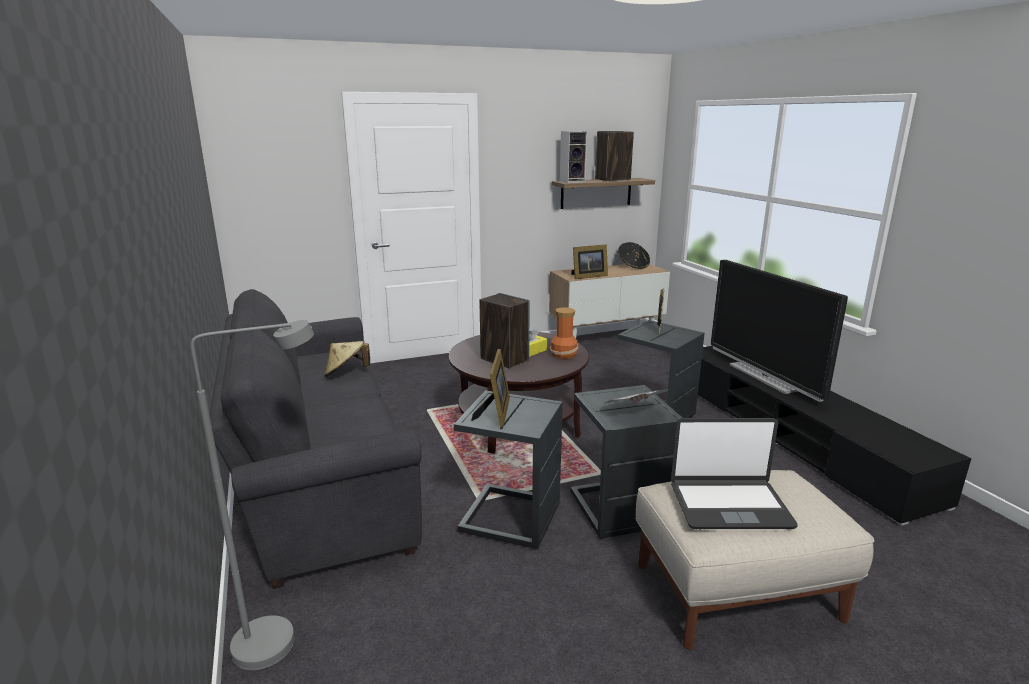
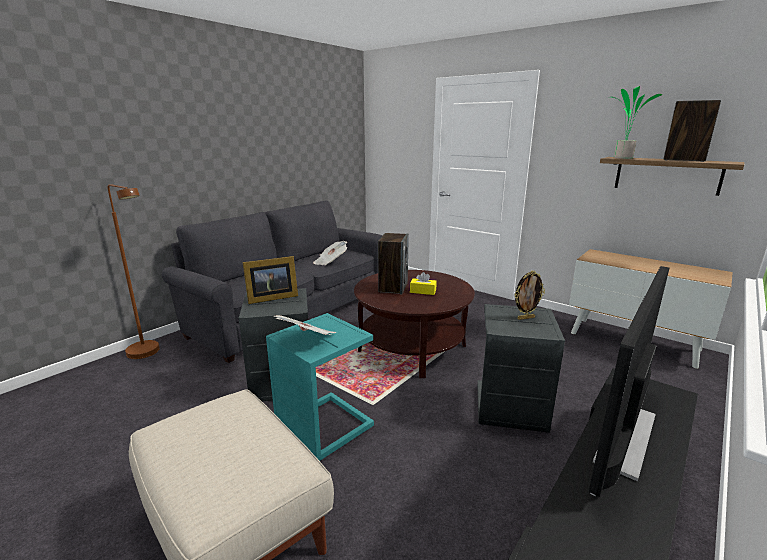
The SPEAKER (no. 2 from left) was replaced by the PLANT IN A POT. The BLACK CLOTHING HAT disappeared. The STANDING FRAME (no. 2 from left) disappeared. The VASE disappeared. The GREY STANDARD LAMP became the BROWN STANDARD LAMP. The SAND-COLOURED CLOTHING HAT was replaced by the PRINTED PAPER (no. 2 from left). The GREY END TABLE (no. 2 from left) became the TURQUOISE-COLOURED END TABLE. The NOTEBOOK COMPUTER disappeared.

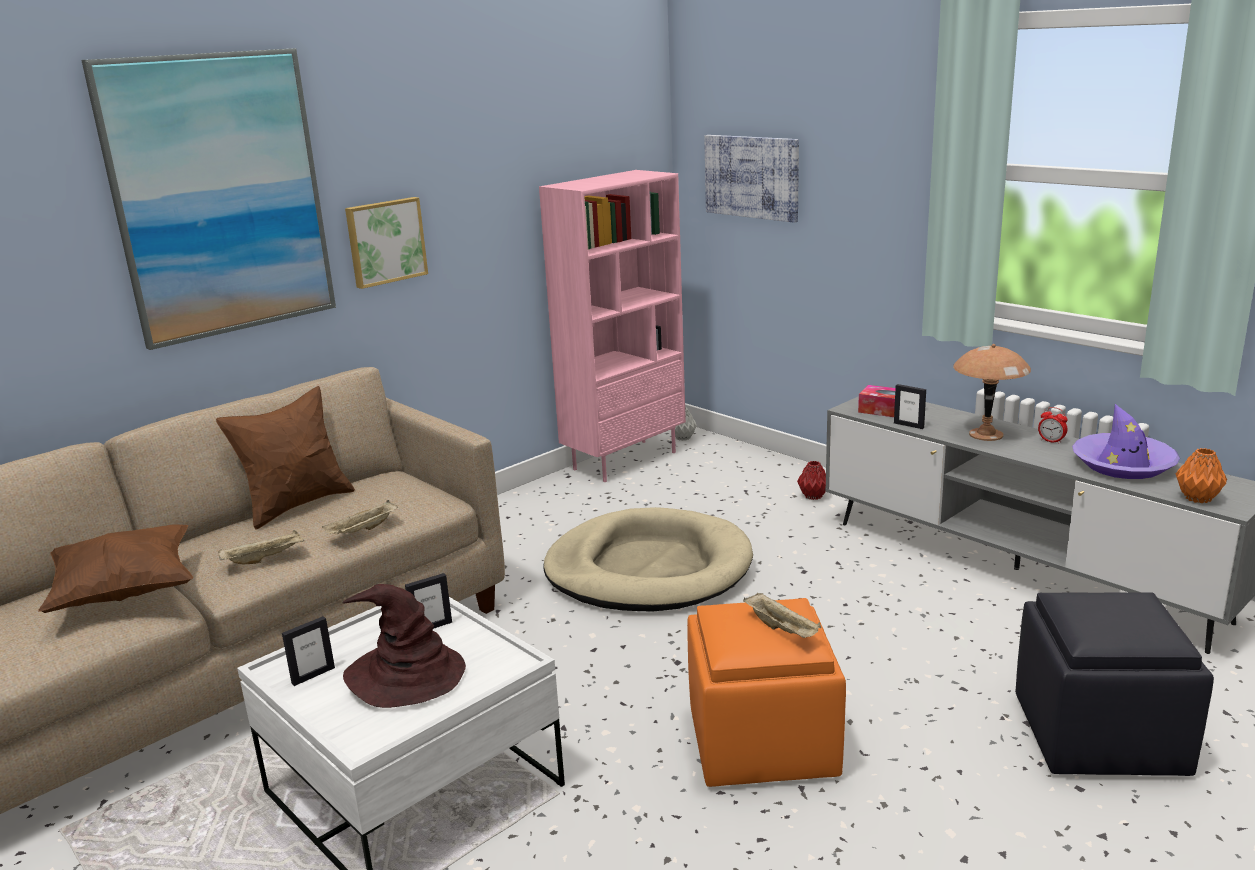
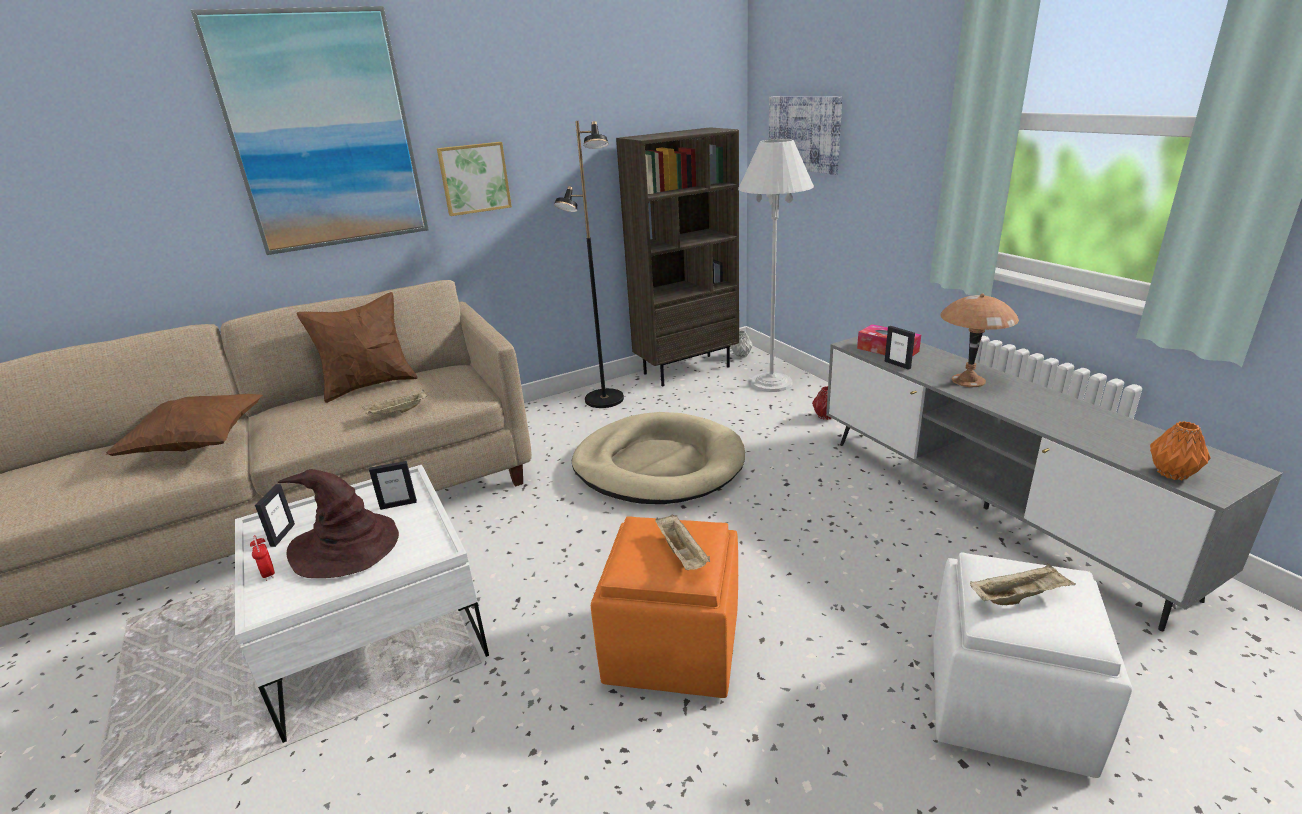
The PINK SHELVING UNIT became the BROWN SHELVING UNIT. The PURPLISH CLOTHING HAT disappeared. The BEDSIDE CLOCK moved. The SAND-COLOURED CARRYING TRAY (no. 1 from left in the first image) moved. The BLACK POUFFE became the WHITE POUFFE. The STANDING FRAME (no. 1 from left) turned 60 degrees counterclockwise. The BLACK STANDARD LAMP appeared. The WHITE STANDARD LAMP appeared.

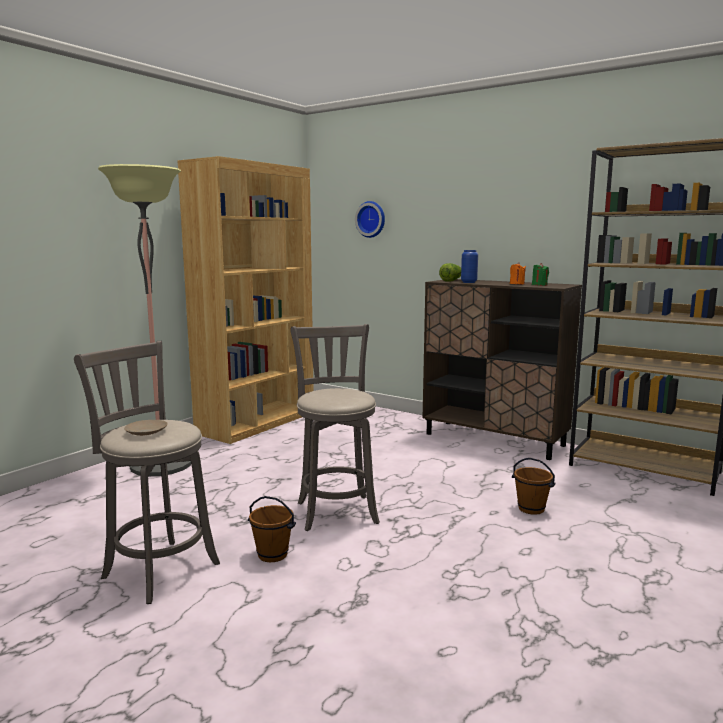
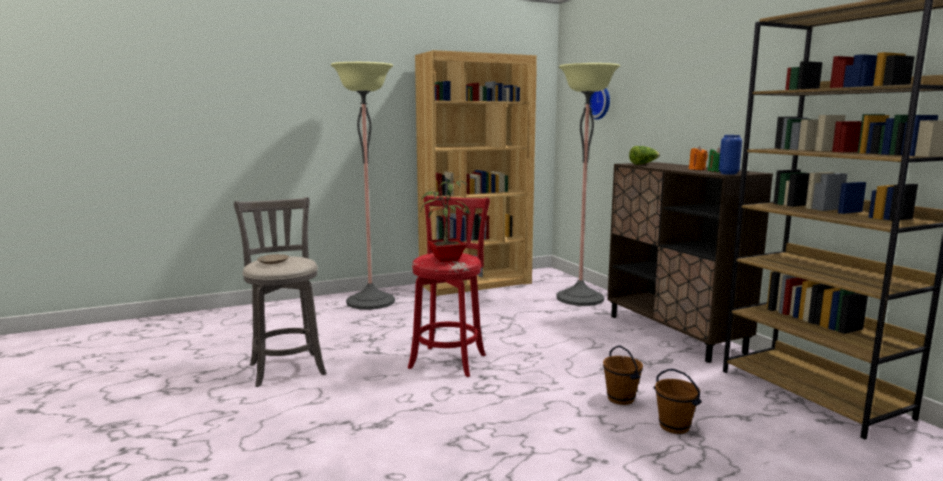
The BLUE VASE moved. The GREY STOOL SEAT (no. 2 from left) became the REDDISH STOOL SEAT. The BROWN PAIL (no. 1 from left in the first image) moved. The STANDARD LAMP (no. 2 from left) appeared. The PLANT IN A POT appeared.

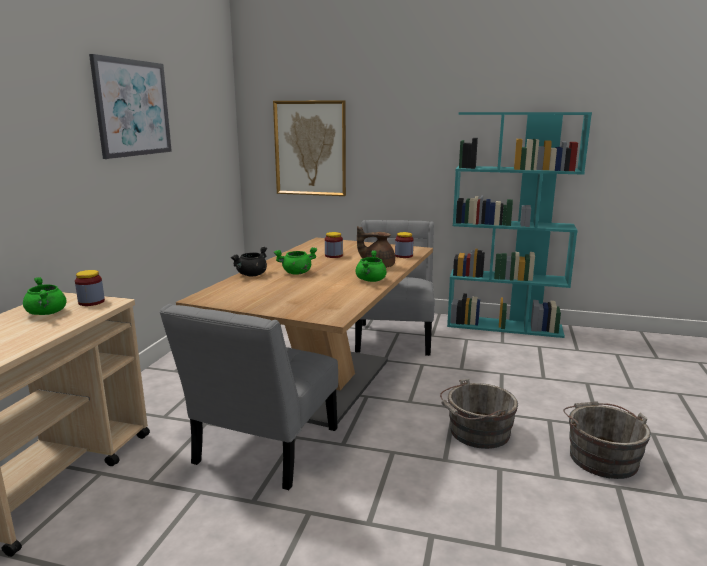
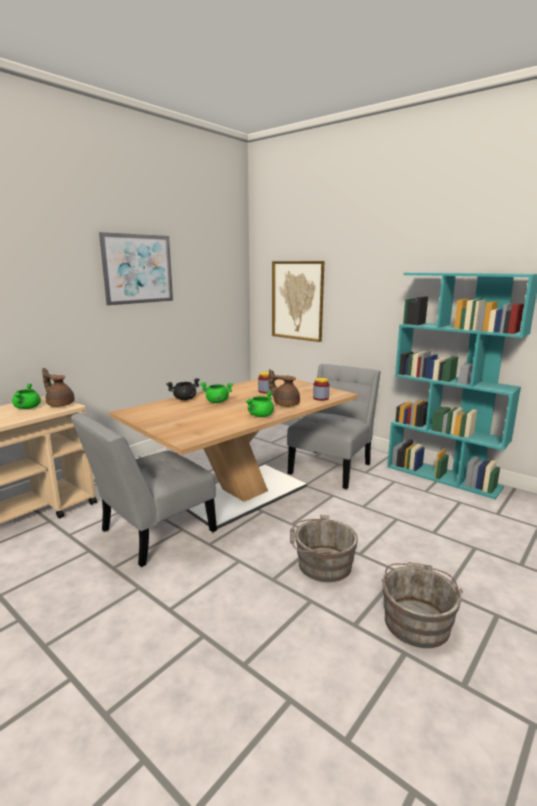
The JAR (no. 1 from left) was replaced by the BROWN TEAPOT (no. 1 from left).

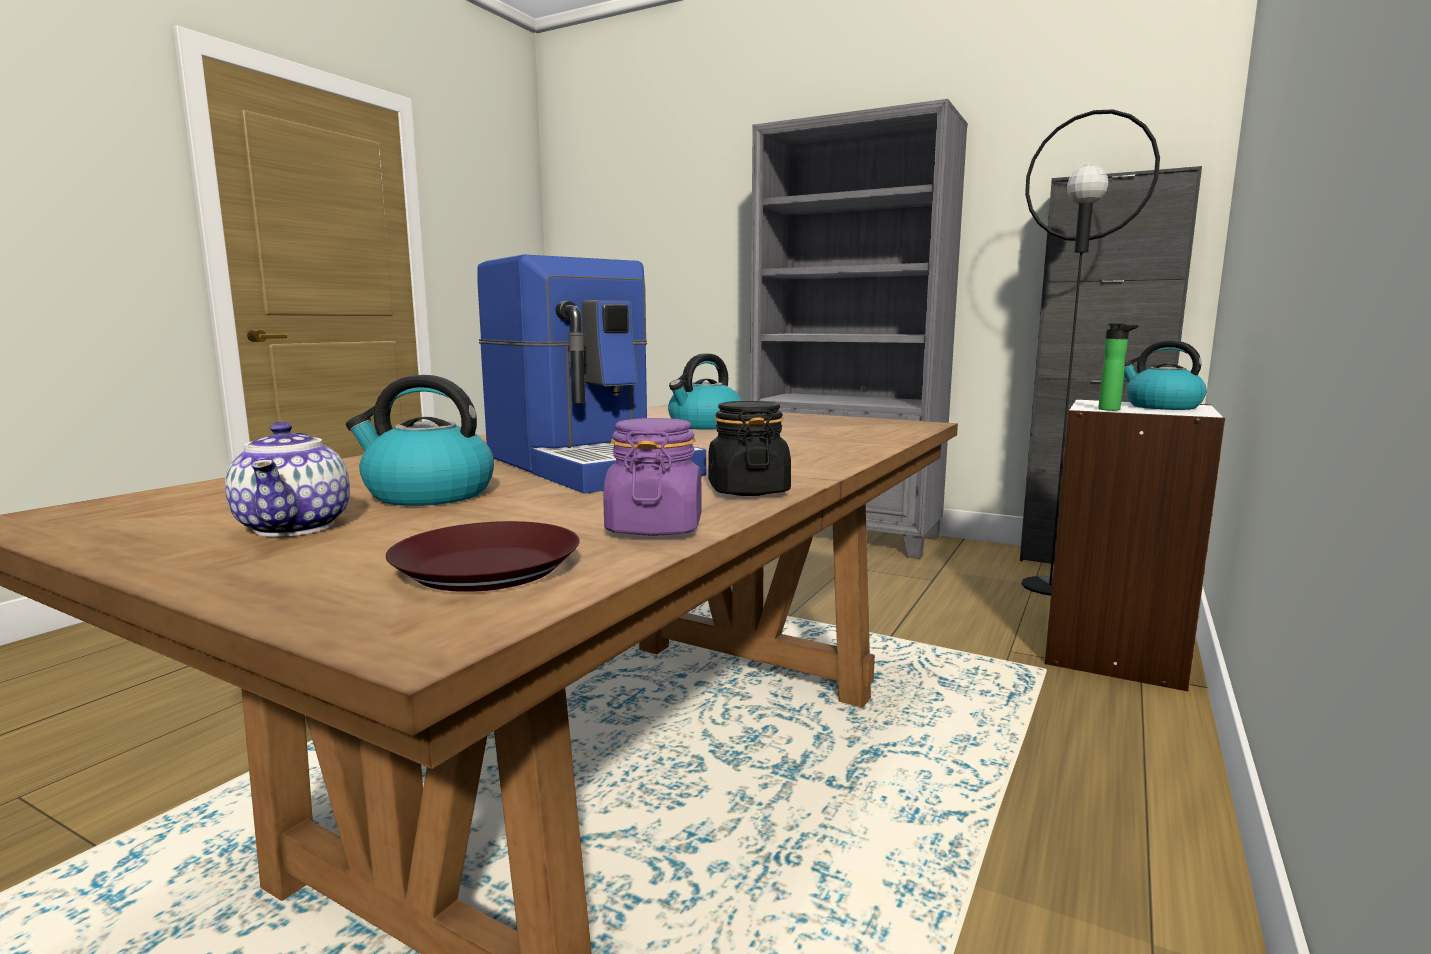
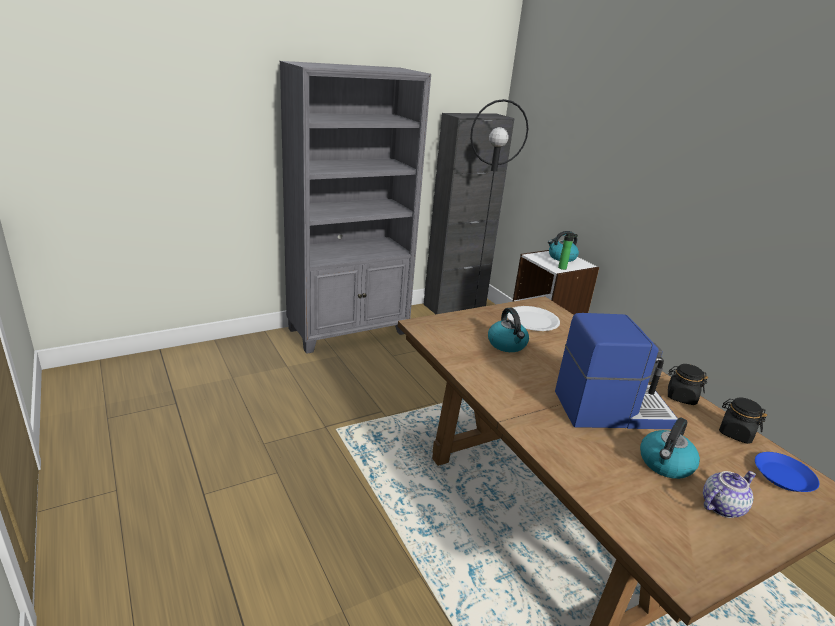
The PURPLISH JAR became the BLACK JAR (no. 2 from left). The TEAPOT turned 45 degrees counterclockwise. The BROWN FLAT DISH became the BLUE FLAT DISH. The WHITE FLAT DISH appeared.

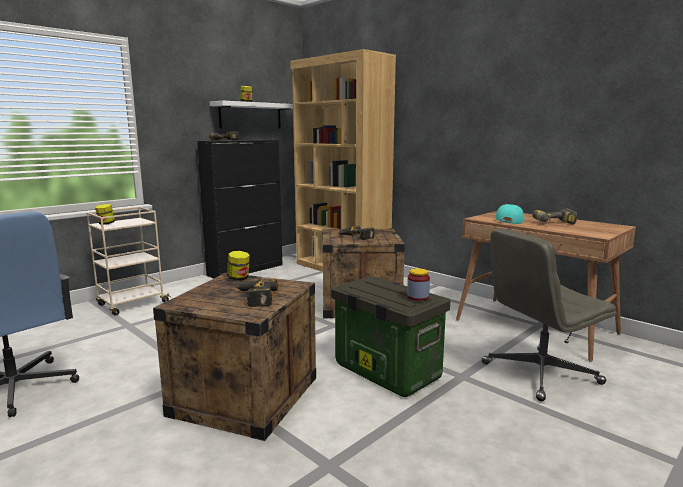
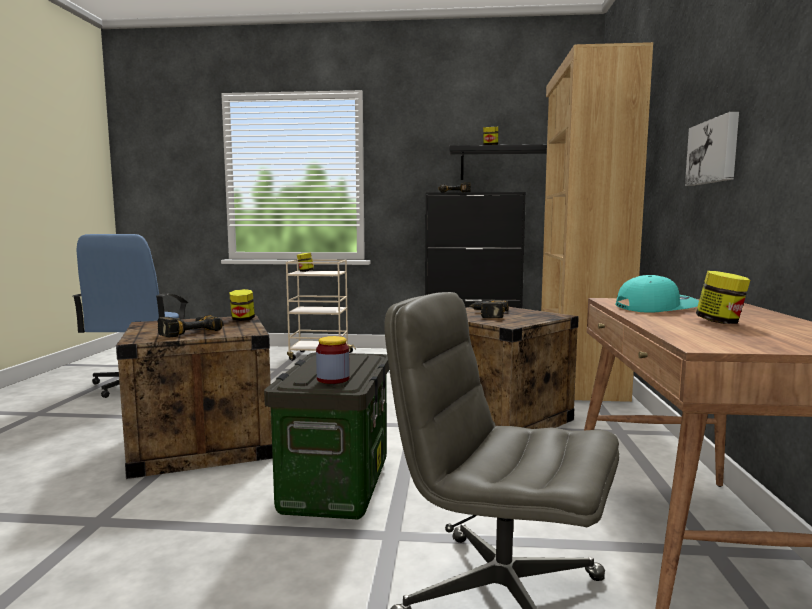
The WHITE BRACKET SHELF became the BLACK BRACKET SHELF. The ELECTRIC DRILL (no. 4 from left) was replaced by the JAR (no. 5 from left). The WALL ART appeared.

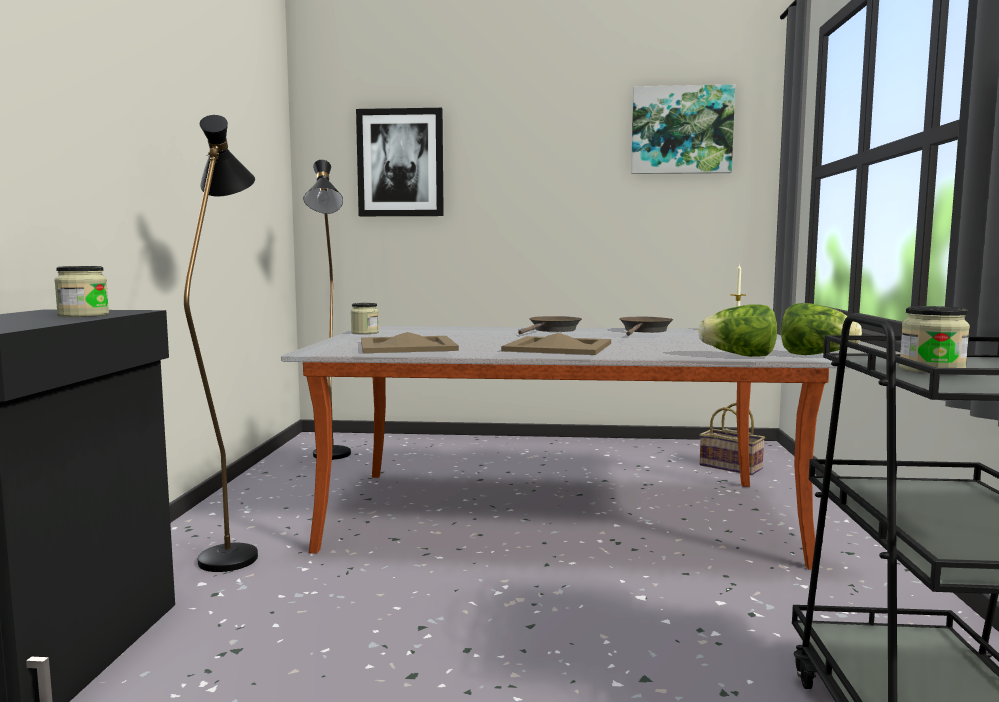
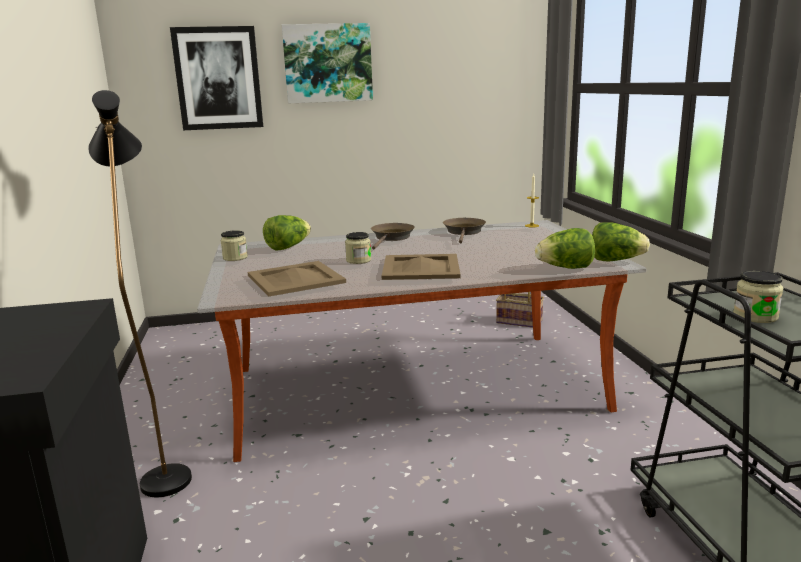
The WALL ART (no. 2 from left) moved. The BLACK STANDARD LAMP (no. 2 from left) disappeared. The JAR (no. 1 from left in the first image) moved. The LETTUCE (no. 1 from left) appeared.

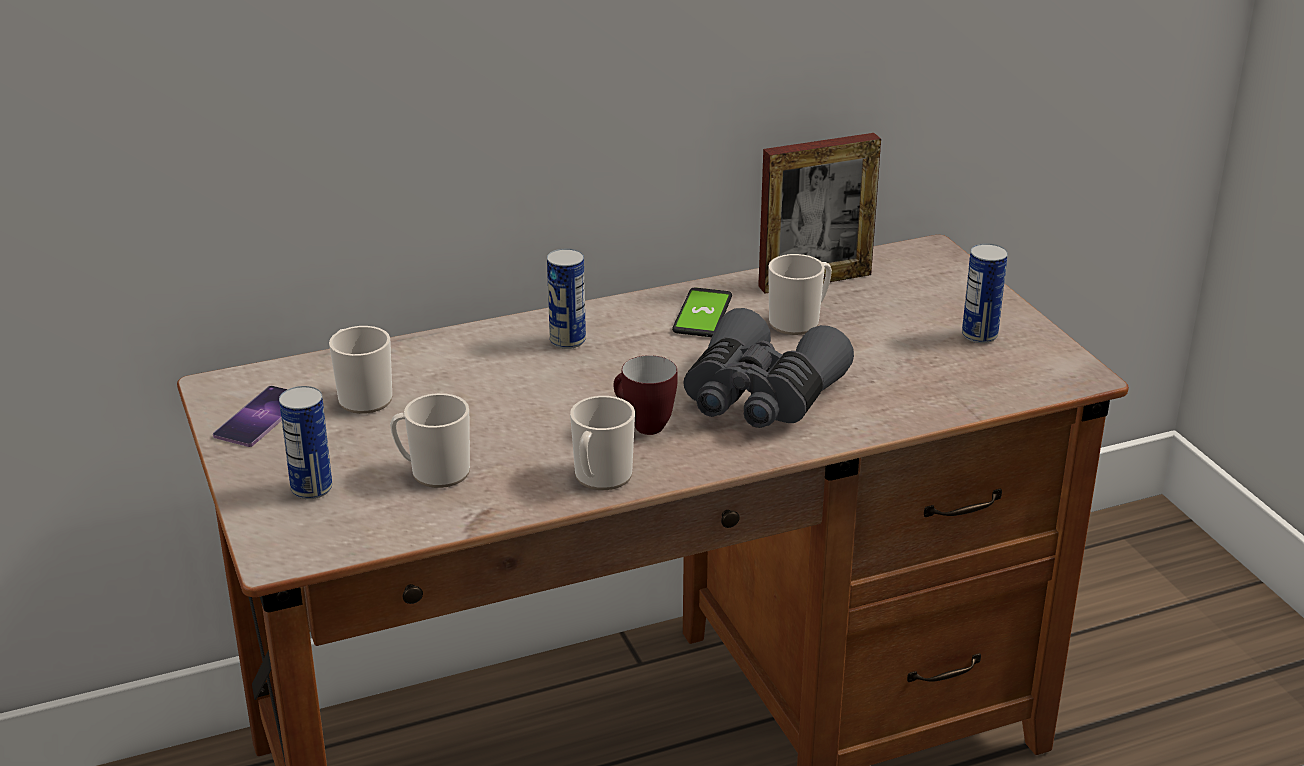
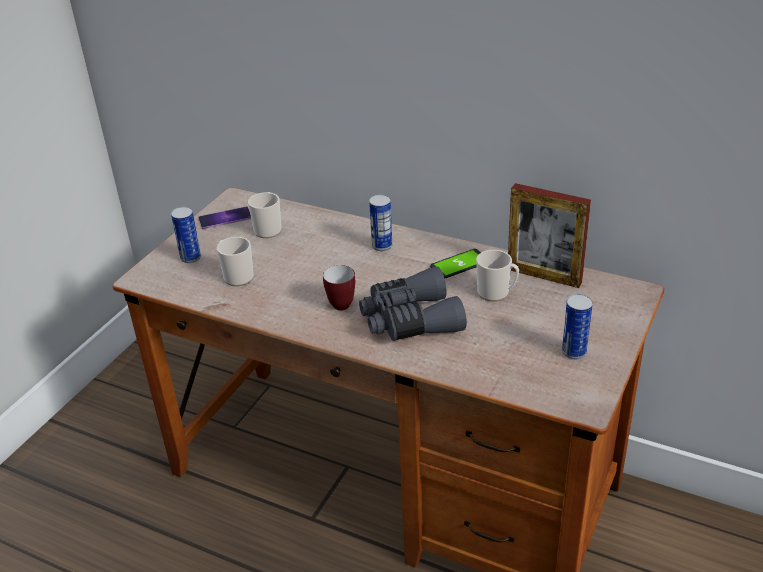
The COFFEE MUG (no. 3 from left) disappeared.

